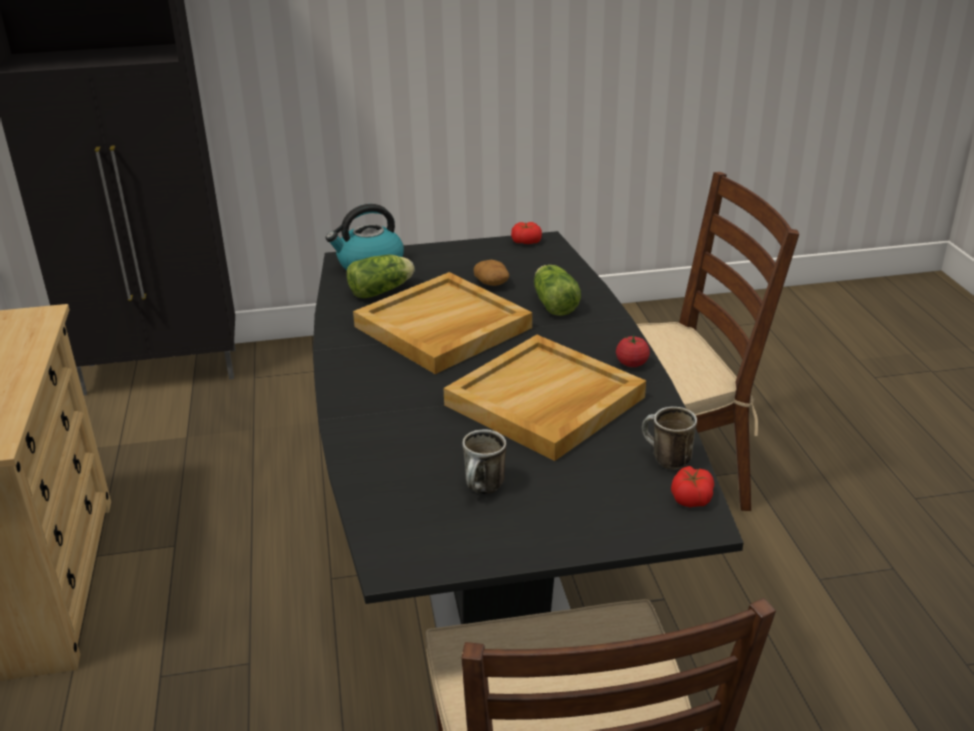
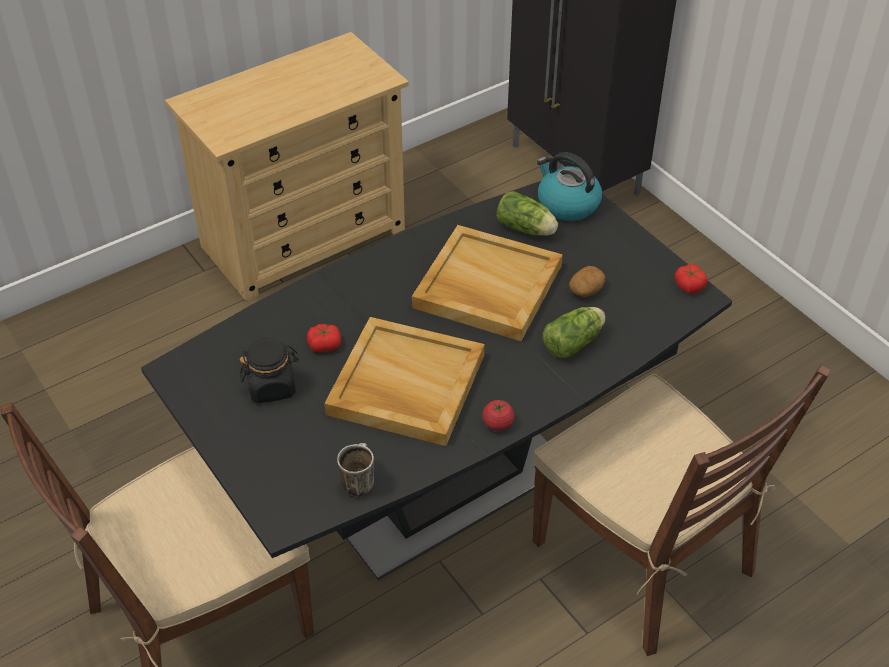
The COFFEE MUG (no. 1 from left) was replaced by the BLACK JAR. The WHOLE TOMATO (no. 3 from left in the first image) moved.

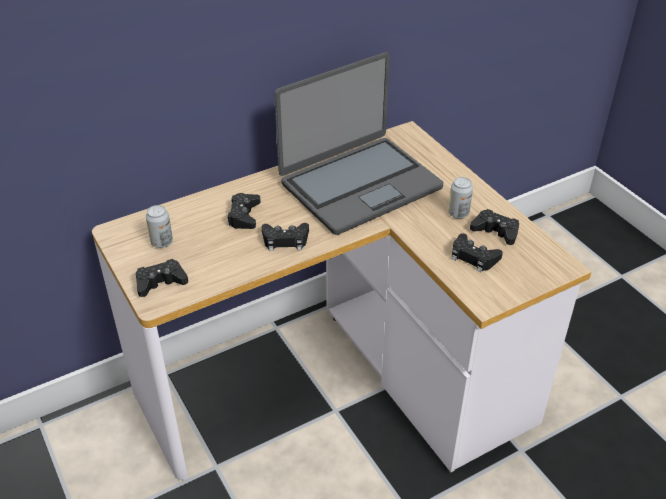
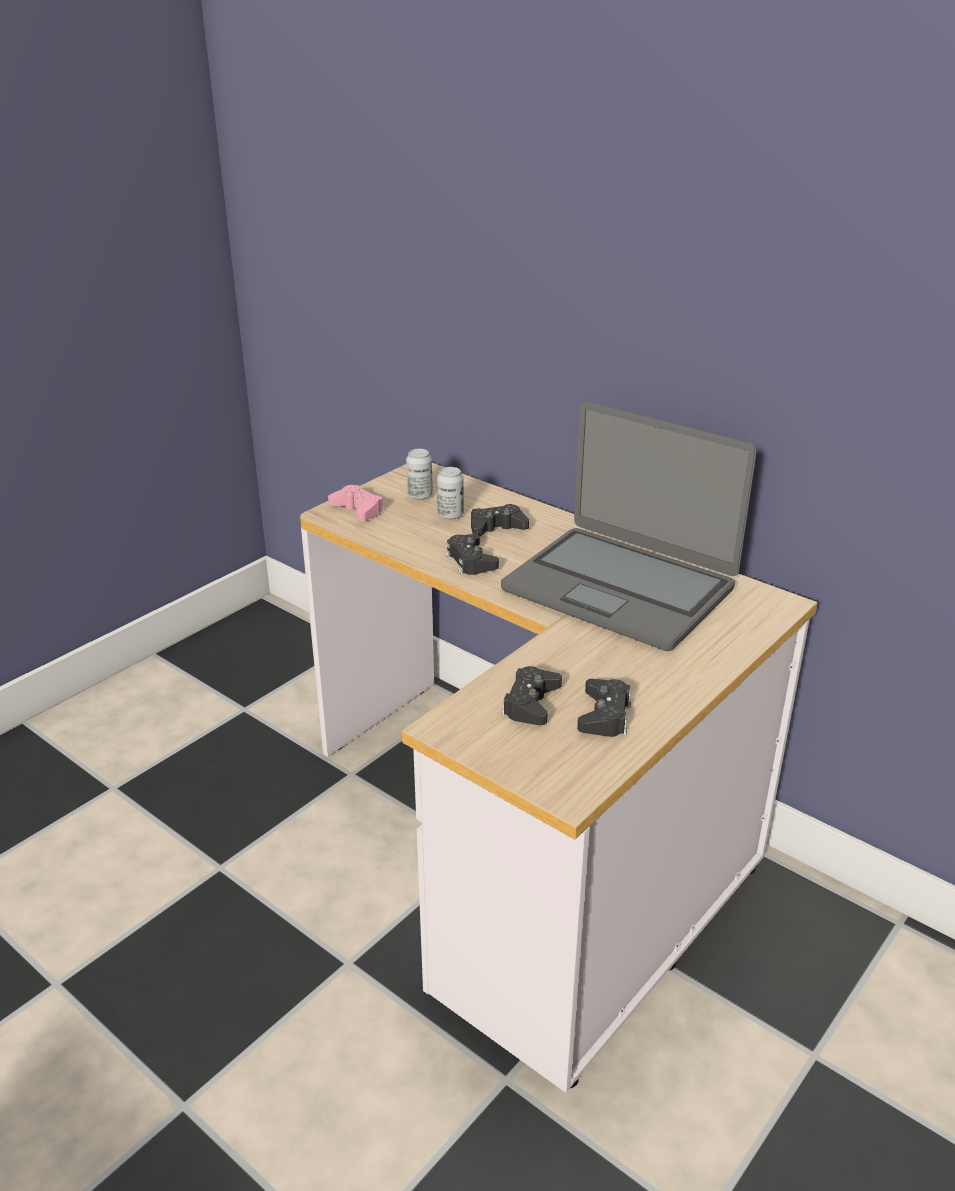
The CAN (no. 2 from left) moved. The BLACK JOYPAD (no. 1 from left) became the PINK JOYPAD.

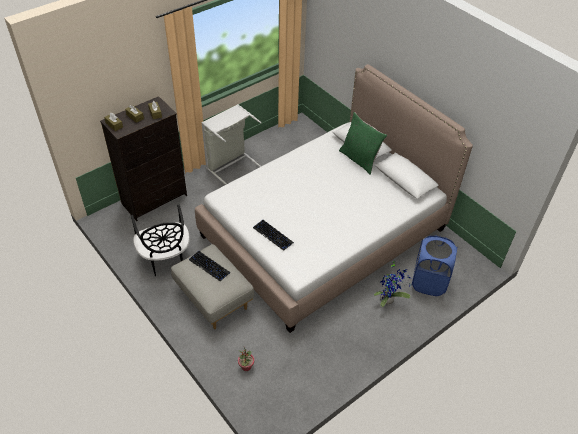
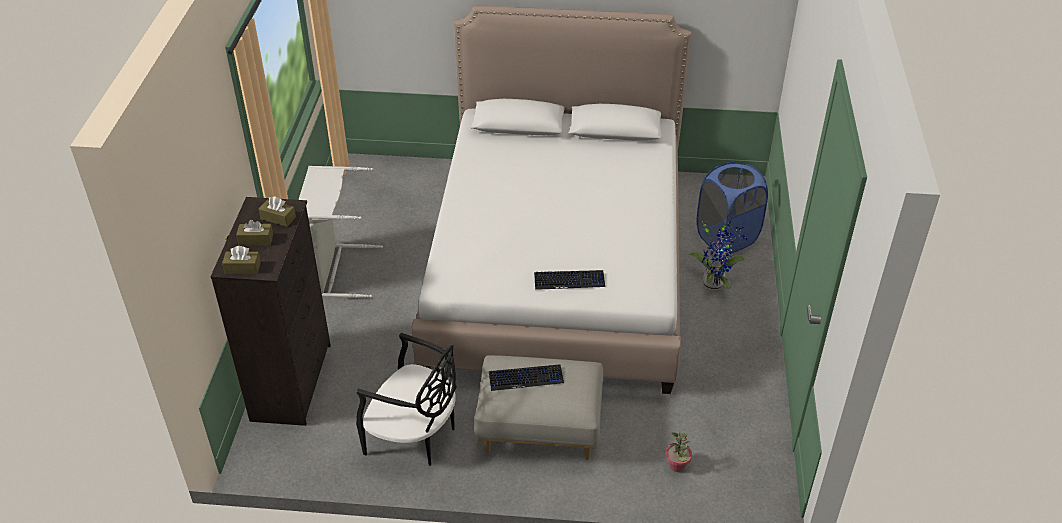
The GREENISH PILLOW disappeared.

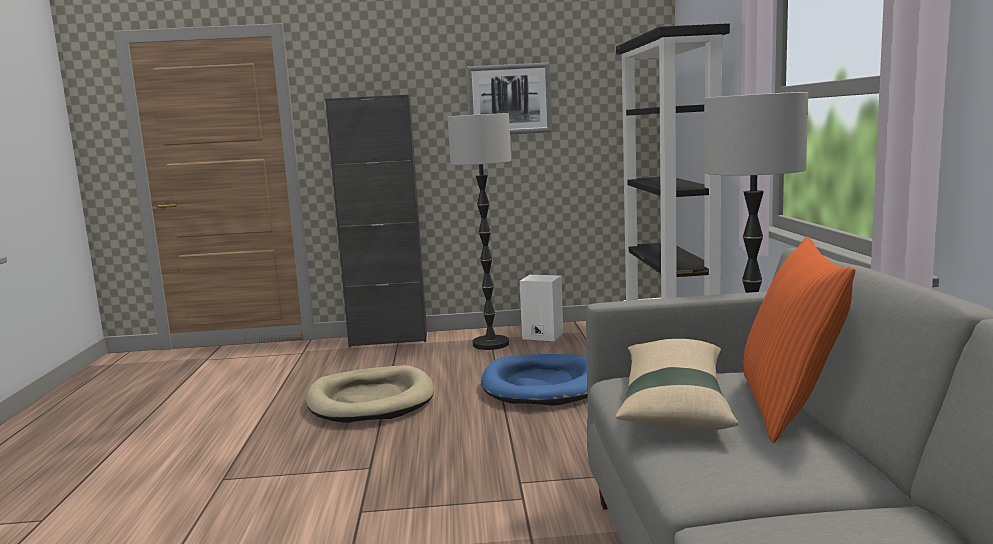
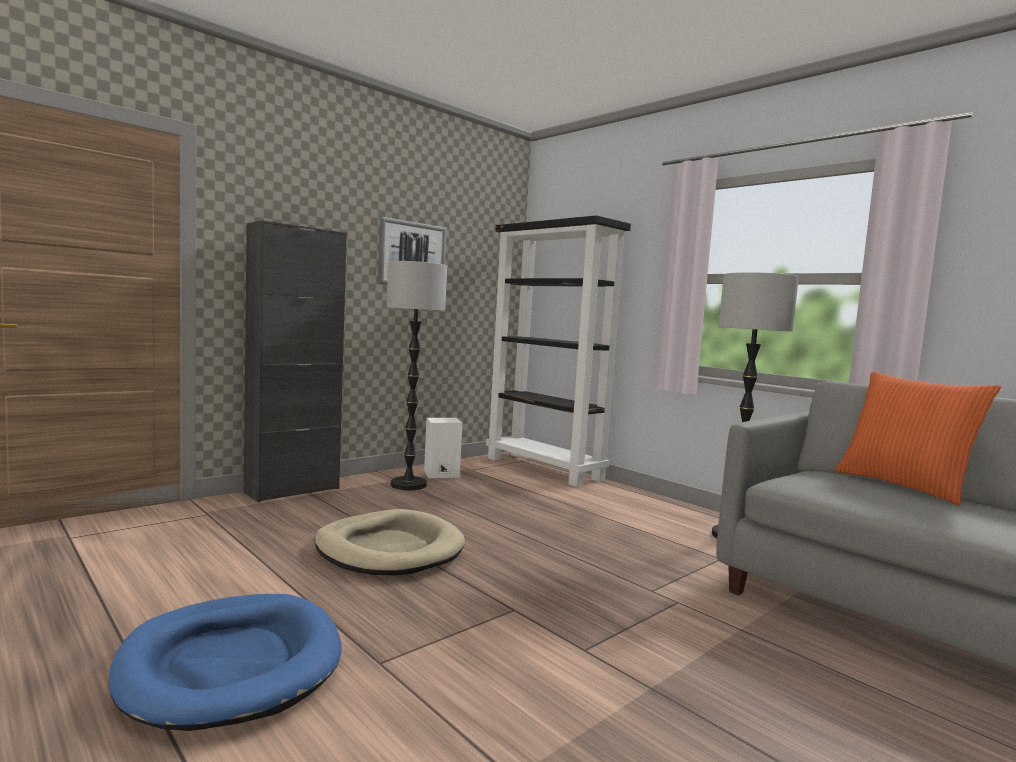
The SAND-COLOURED PILLOW disappeared. The BLUE PET BED moved.

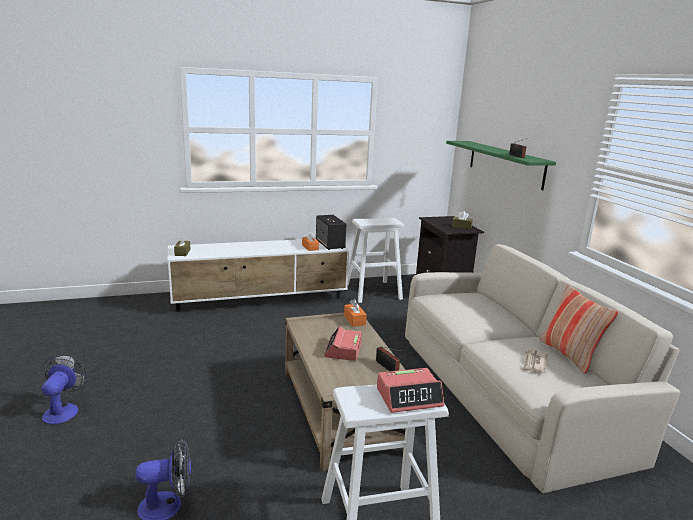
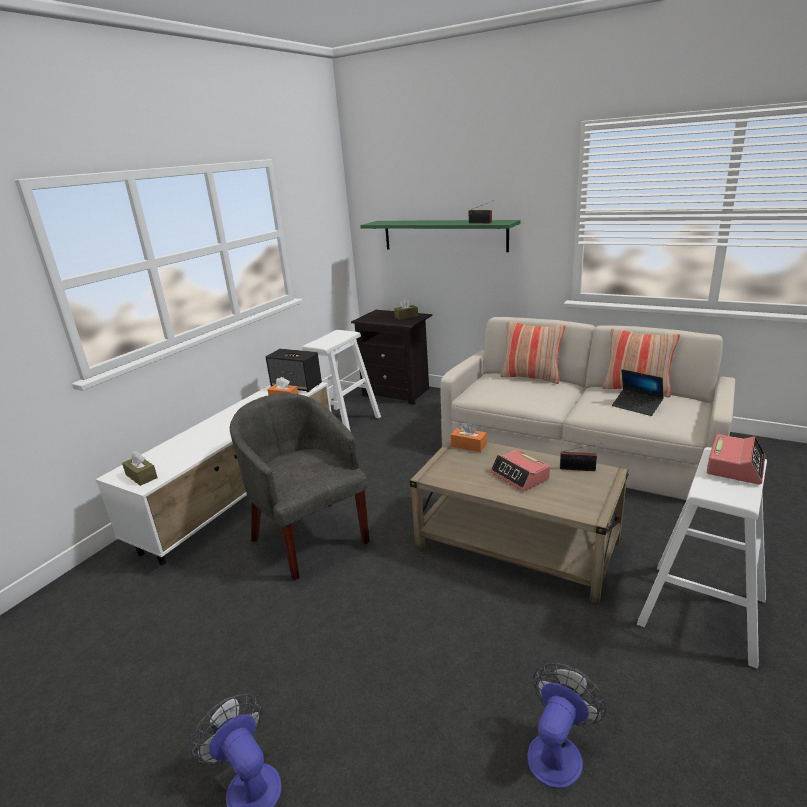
The PRINTED PAPER was replaced by the NOTEBOOK COMPUTER. The PILLOW (no. 1 from left) appeared. The GREY LOUNGE CHAIR appeared.

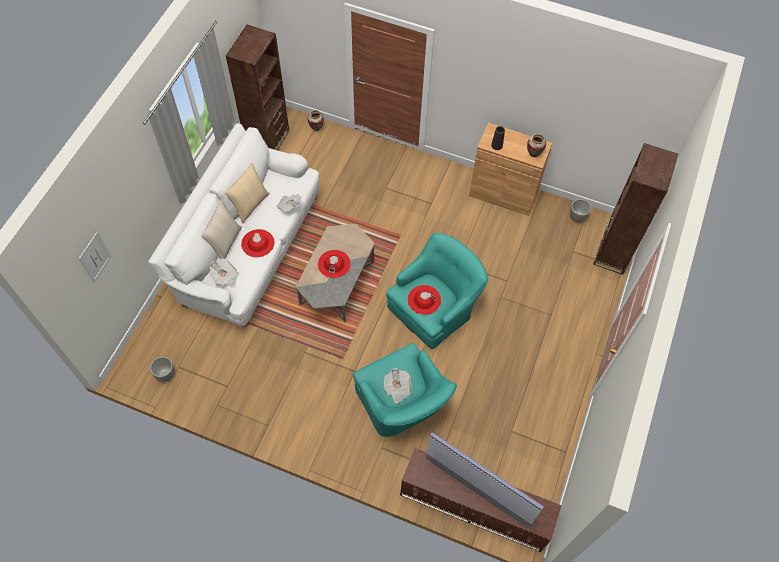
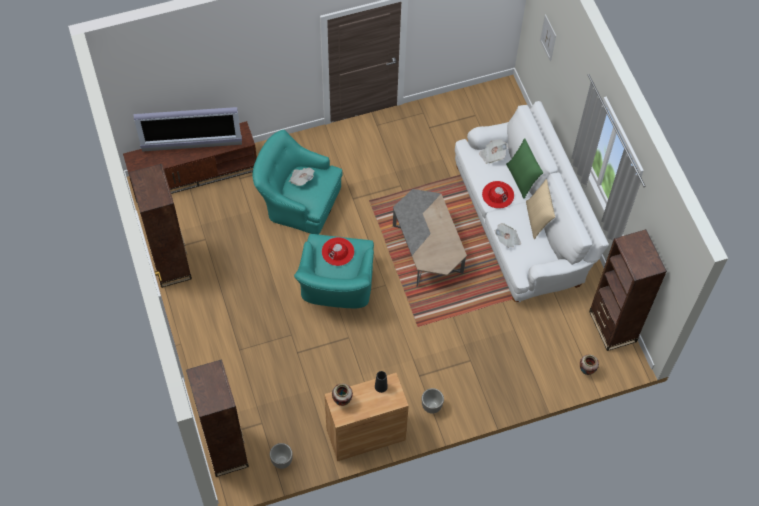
The SAND-COLOURED PILLOW (no. 1 from left) became the GREENISH PILLOW. The REDDISH CLOTHING HAT (no. 2 from left) disappeared. The FLOWER POT (no. 1 from left in the first image) moved. The BROWN SHELVING UNIT (no. 1 from left) appeared.

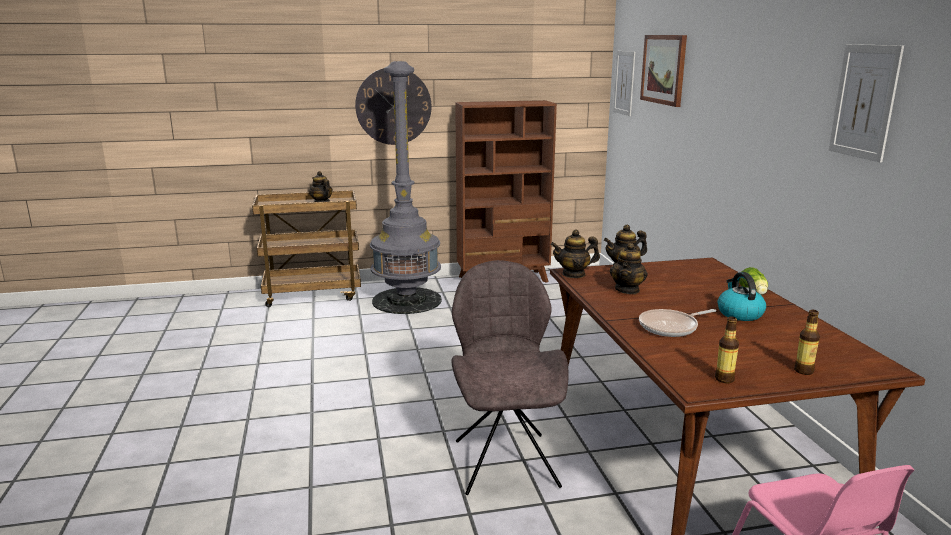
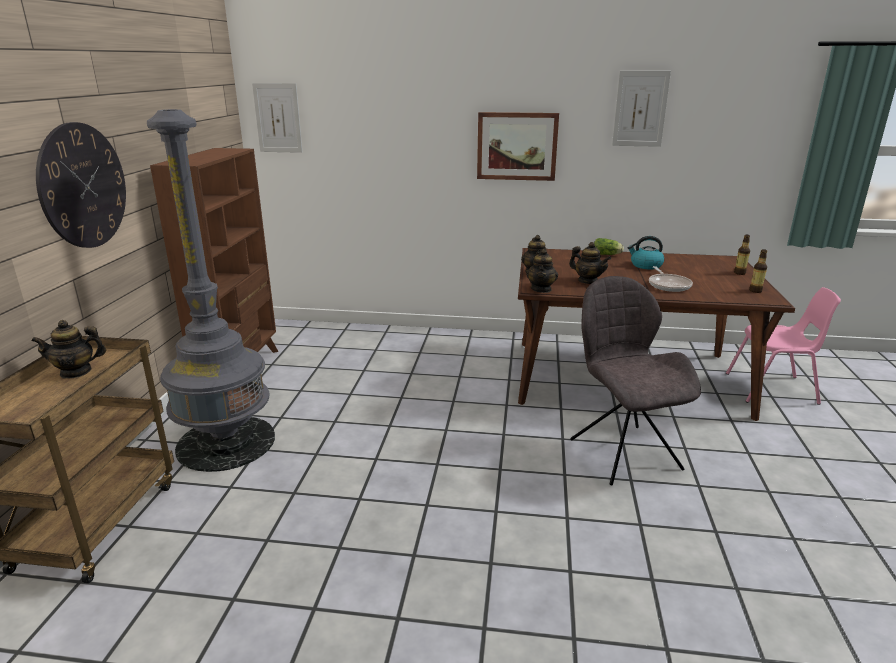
The WALL ART (no. 2 from left) moved. The GREY PLAIN CHAIR turned 60 degrees clockwise.

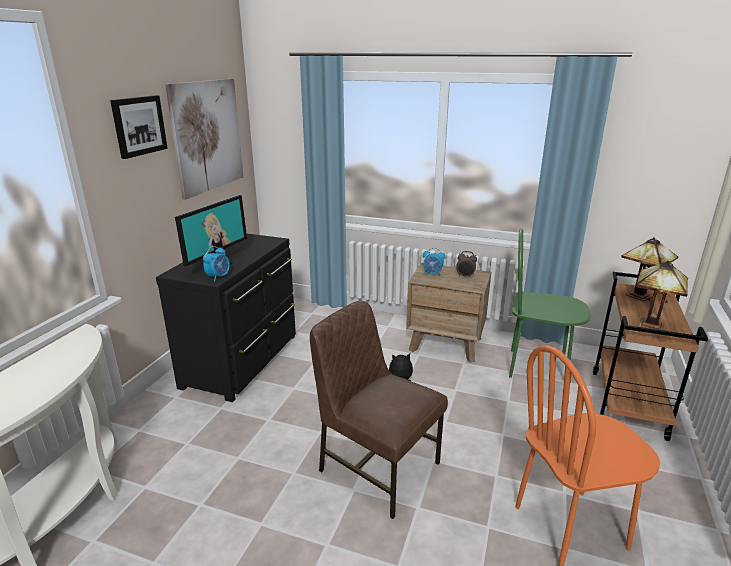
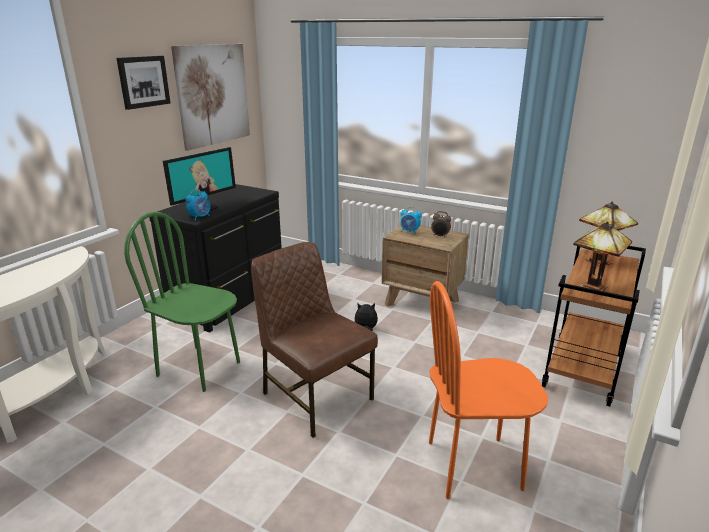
The GREENISH PLAIN CHAIR moved.

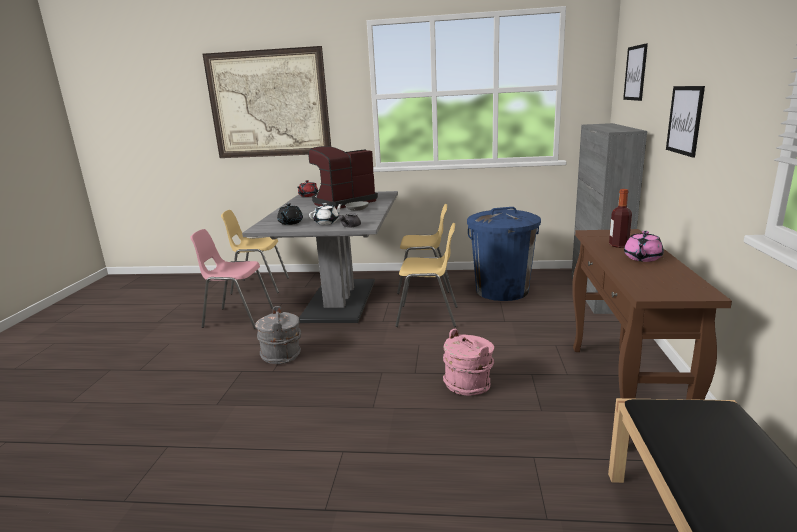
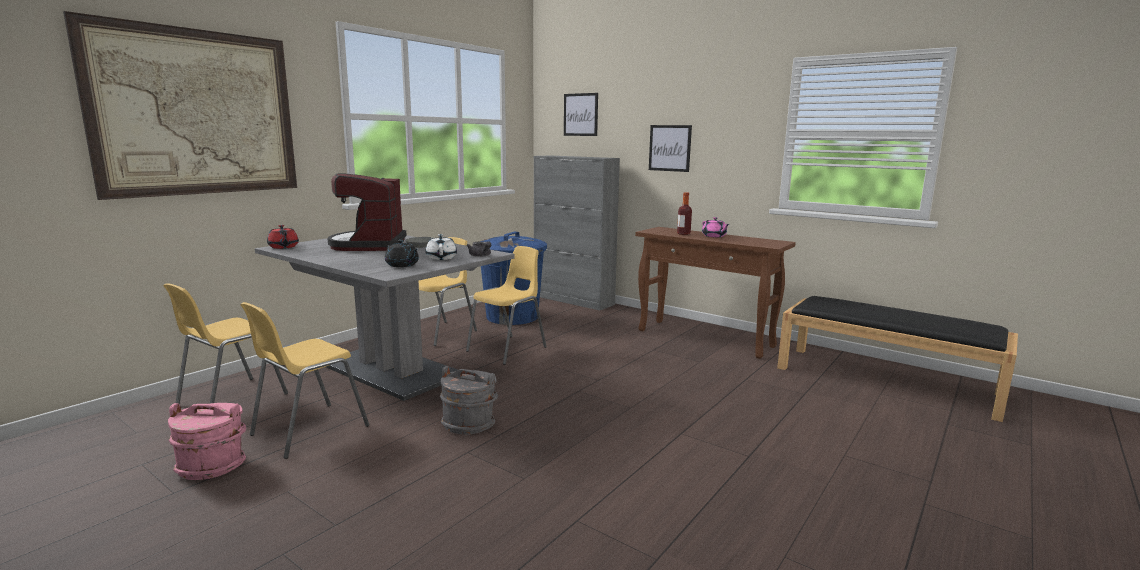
The PINK PLAIN CHAIR became the YELLOWISH PLAIN CHAIR (no. 2 from left). The PINK PAIL moved.

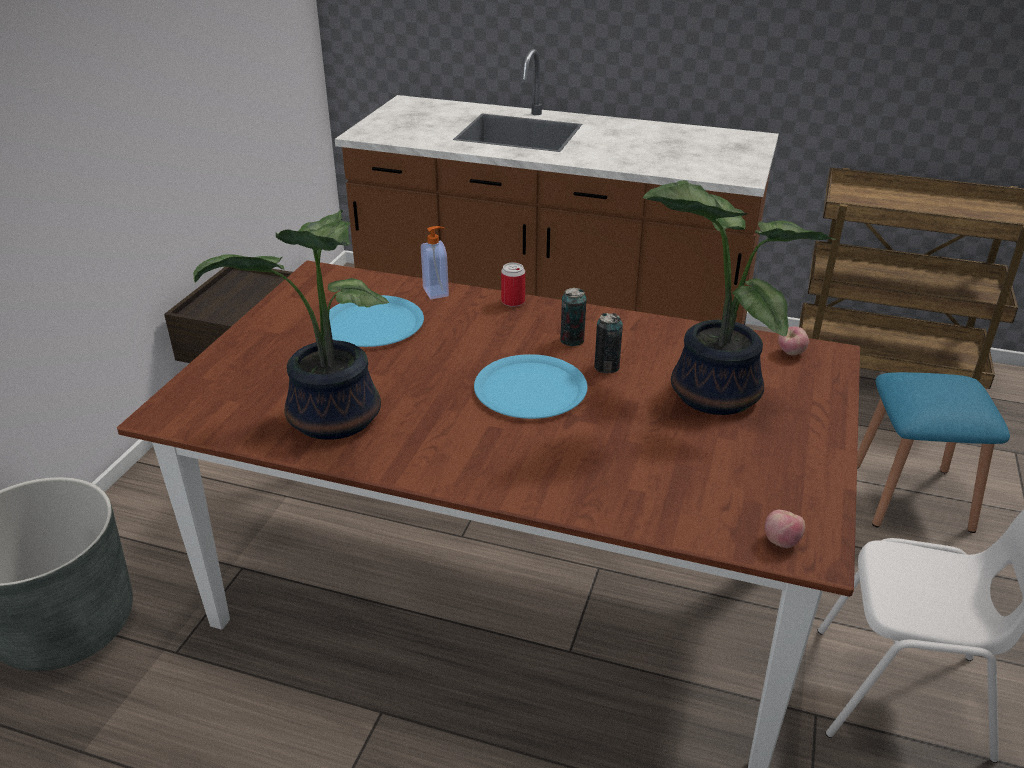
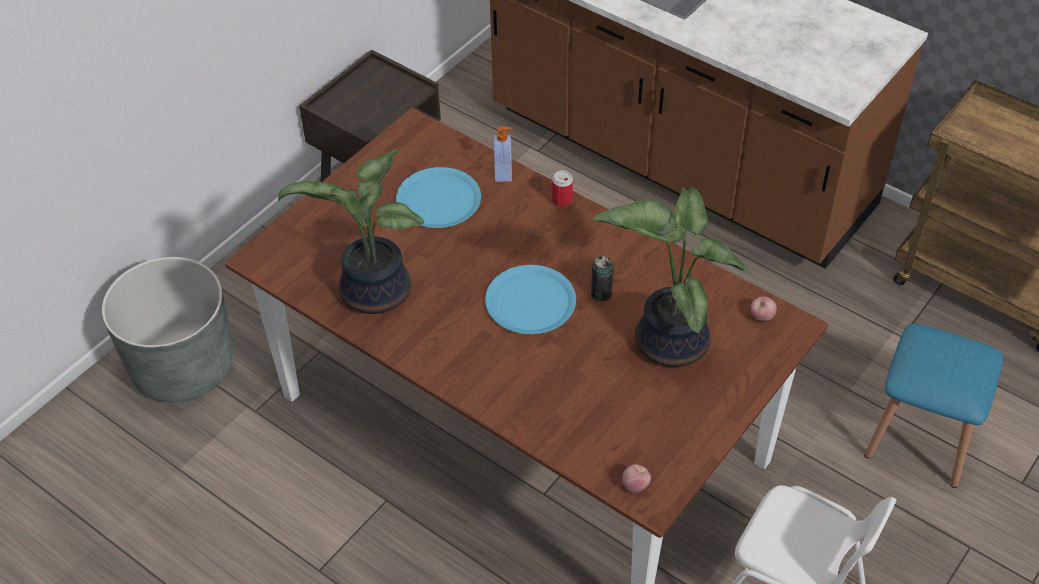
The CAN (no. 2 from left) disappeared.

